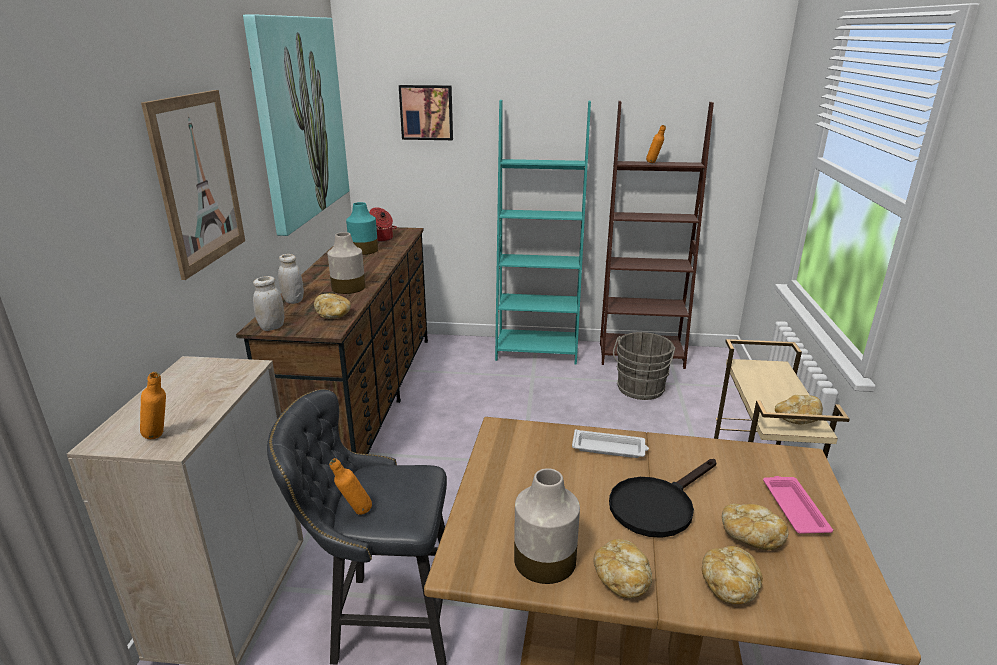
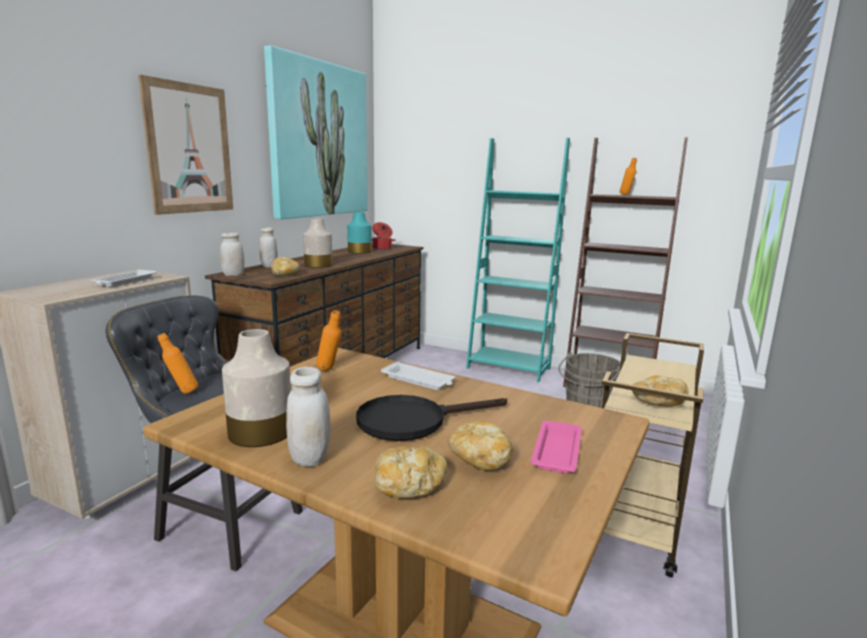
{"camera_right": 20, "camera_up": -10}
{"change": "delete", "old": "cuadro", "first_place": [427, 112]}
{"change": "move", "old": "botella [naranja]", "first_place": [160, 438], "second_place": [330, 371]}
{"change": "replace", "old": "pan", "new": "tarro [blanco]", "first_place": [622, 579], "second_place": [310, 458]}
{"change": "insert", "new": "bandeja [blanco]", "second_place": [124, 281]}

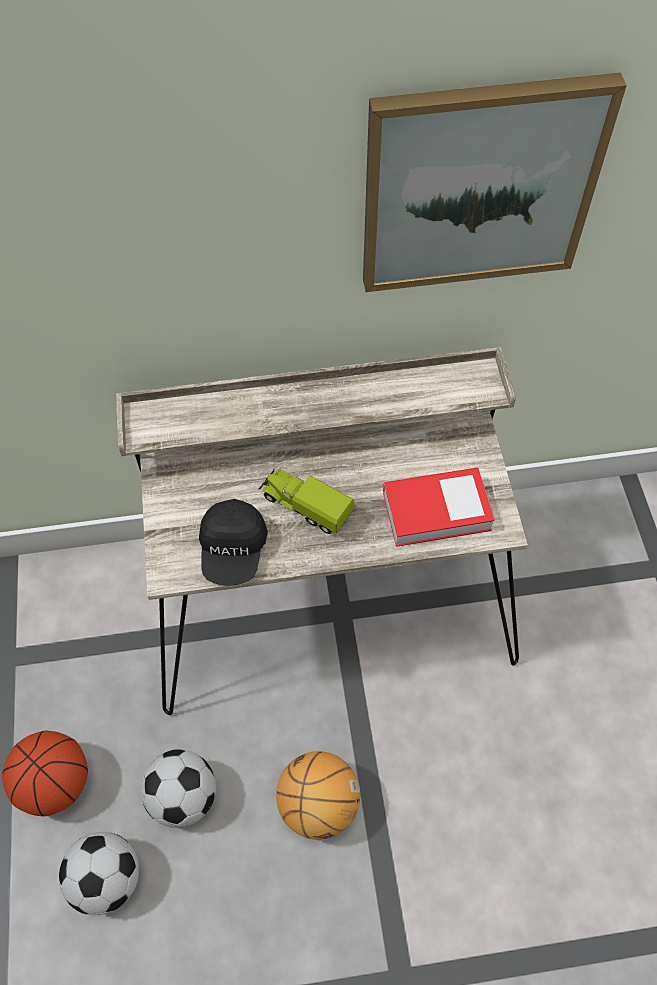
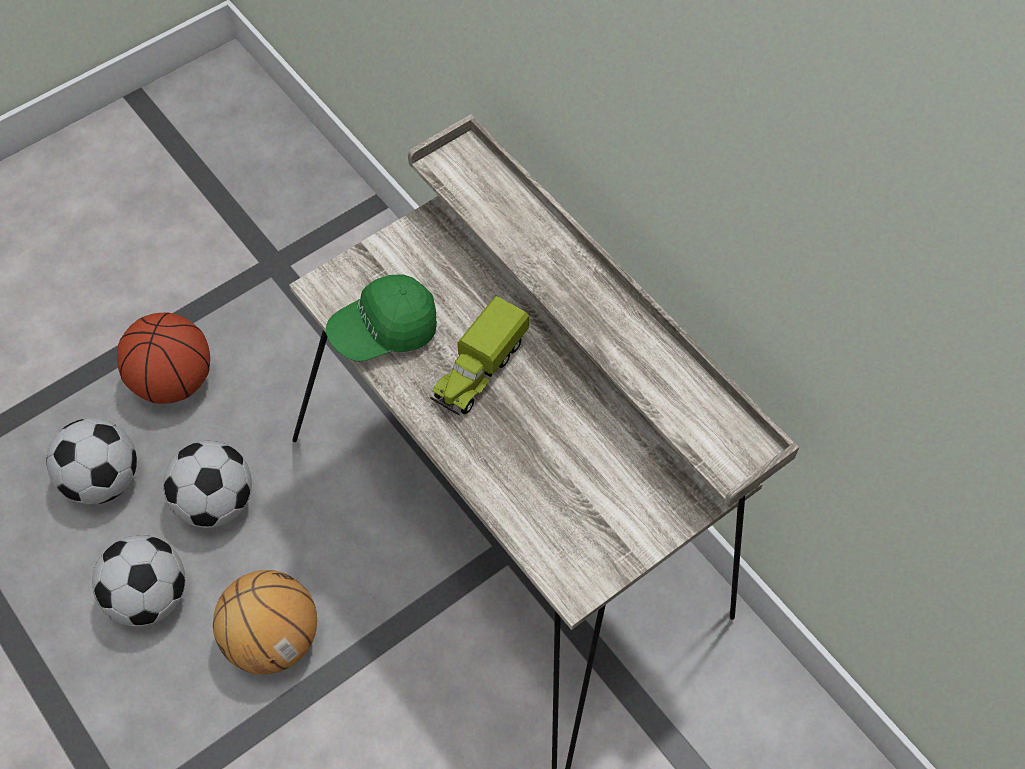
{"camera_right": 60, "camera_up": 0}
{"change": "delete", "old": "cuadro", "first_place": [479, 186]}
{"change": "delete", "old": "libro", "first_place": [436, 511]}
{"change": "rotate", "old": "camión de juguete", "first_place": [305, 506], "second_place": [479, 371], "degrees": -150}
{"change": "recolor", "old": "gorra [negro]", "new": "gorra [verde]", "first_place": [233, 550], "second_place": [384, 331]}
{"change": "insert", "new": "balón de fútbol", "second_place": [149, 596]}

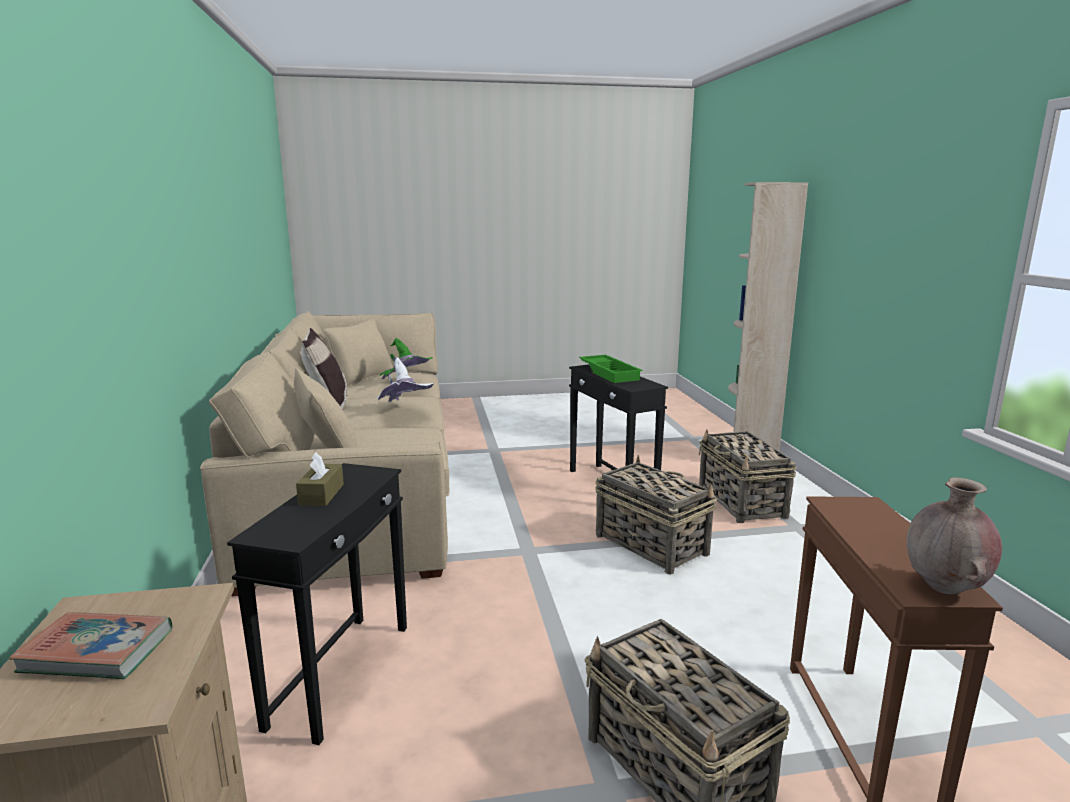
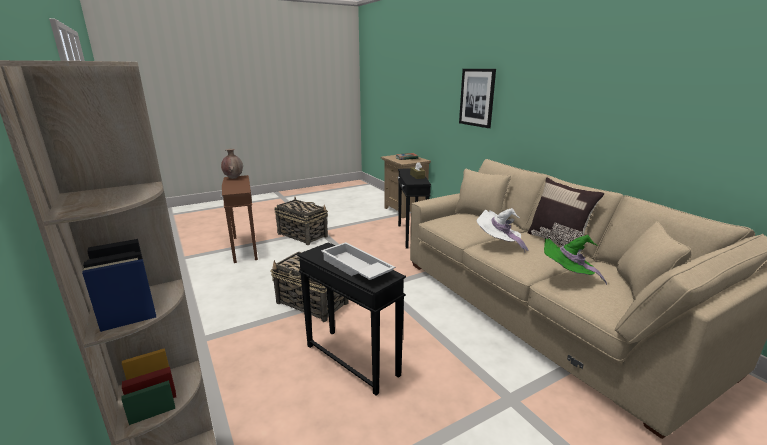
{"camera_right": 160, "camera_up": 5}
{"change": "recolor", "old": "bandeja [verde]", "new": "bandeja [blanco]", "first_place": [610, 373], "second_place": [355, 268]}
{"change": "delete", "old": "cesta", "first_place": [742, 502]}
{"change": "insert", "new": "cuadro", "second_place": [477, 97]}

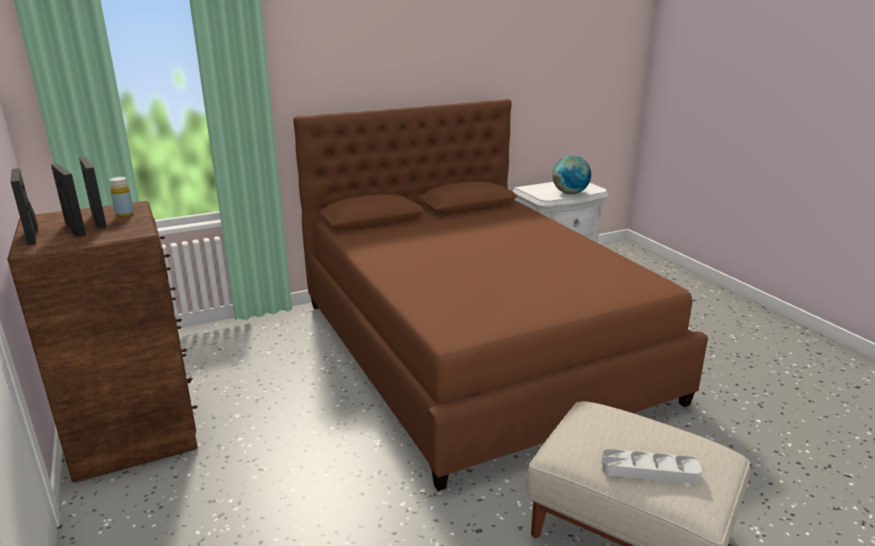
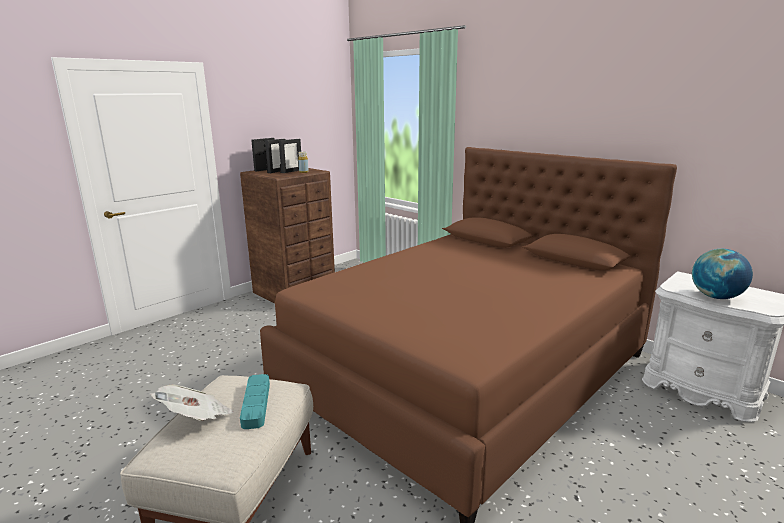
{"camera_right": 70, "camera_up": -5}
{"change": "replace", "old": "bandeja [gris]", "new": "periódico", "first_place": [649, 470], "second_place": [197, 418]}
{"change": "insert", "new": "bandeja [turquesa]", "second_place": [256, 404]}

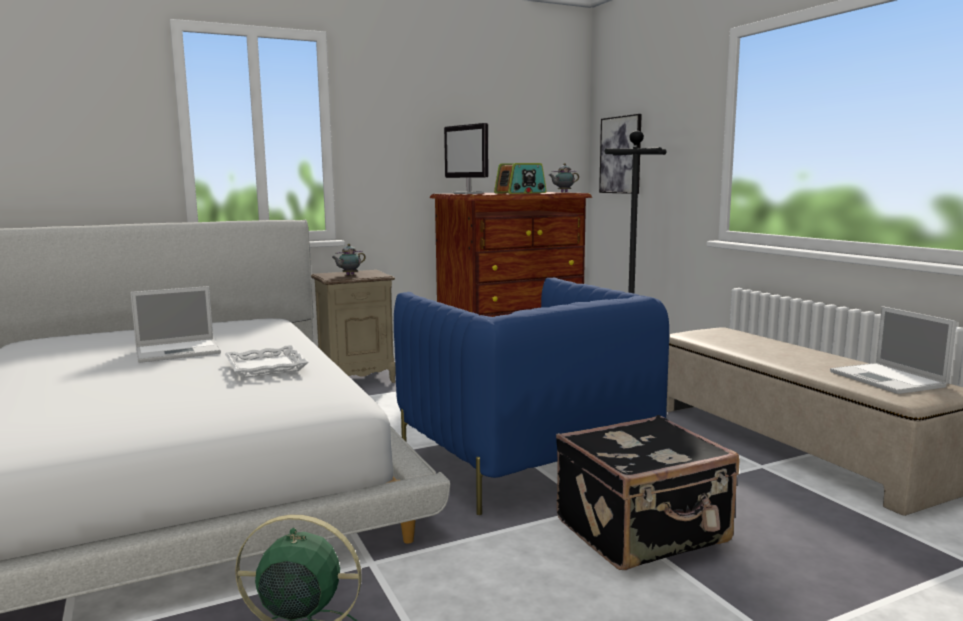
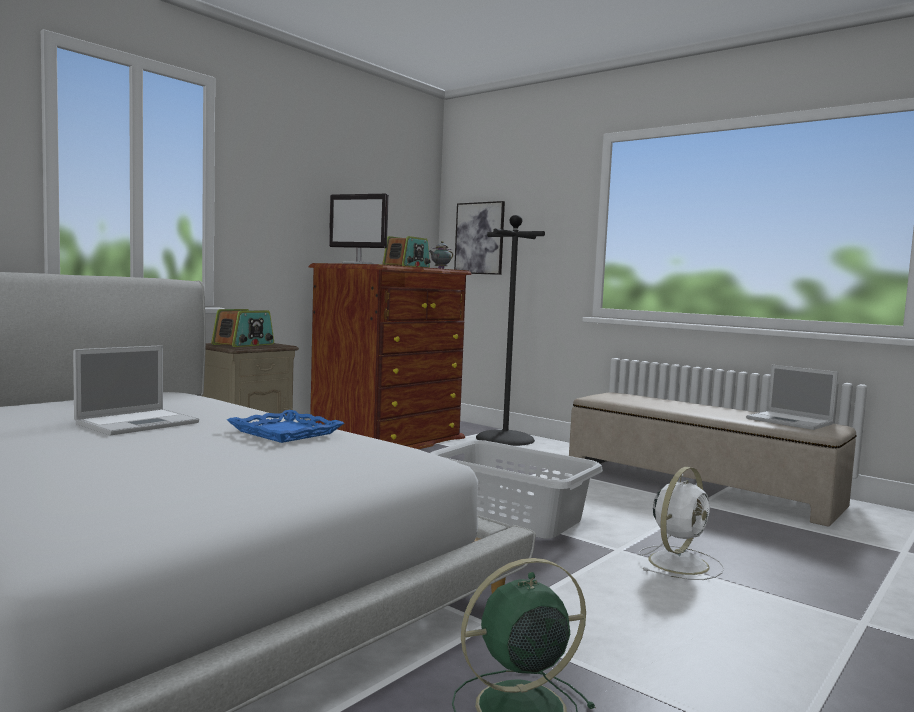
{"camera_right": -25, "camera_up": -5}
{"change": "replace", "old": "tetera", "new": "radio", "first_place": [349, 274], "second_place": [244, 344]}
{"change": "replace", "old": "sillón [azul]", "new": "cesto de la ropa [gris]", "first_place": [527, 457], "second_place": [511, 516]}
{"change": "recolor", "old": "bandeja [blanco]", "new": "bandeja [azul]", "first_place": [267, 367], "second_place": [286, 432]}
{"change": "replace", "old": "maleta [negro]", "new": "ventilador [blanco]", "first_place": [643, 532], "second_place": [679, 562]}

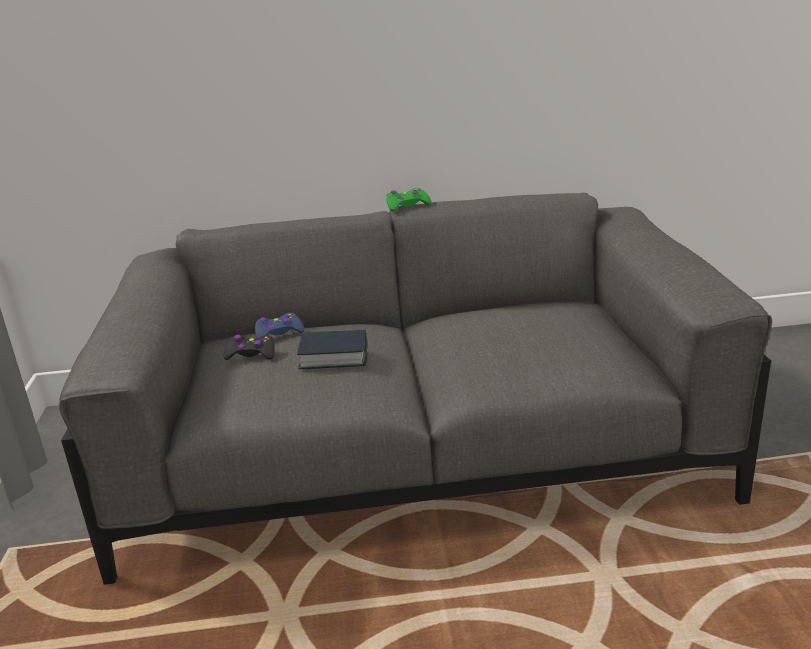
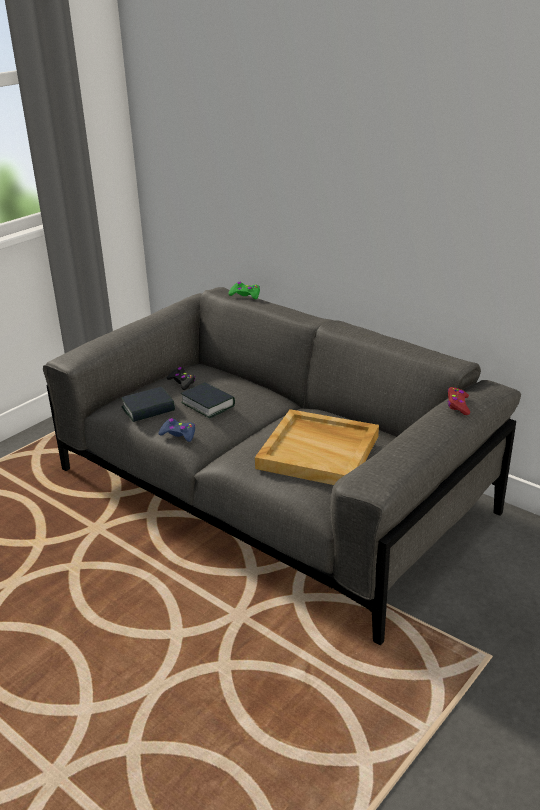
{"camera_right": 45, "camera_up": 5}
{"change": "move", "old": "mando de consola [verde]", "first_place": [407, 205], "second_place": [245, 295]}
{"change": "move", "old": "mando de consola [azul]", "first_place": [278, 333], "second_place": [178, 434]}
{"change": "insert", "new": "libro", "second_place": [148, 409]}
{"change": "insert", "new": "mando de consola [rojo]", "second_place": [458, 405]}
{"change": "insert", "new": "bandeja [beis]", "second_place": [319, 451]}

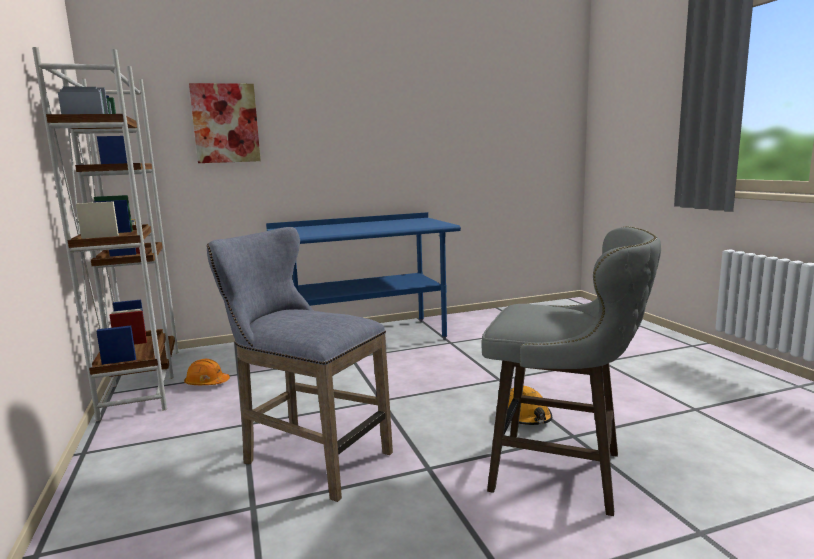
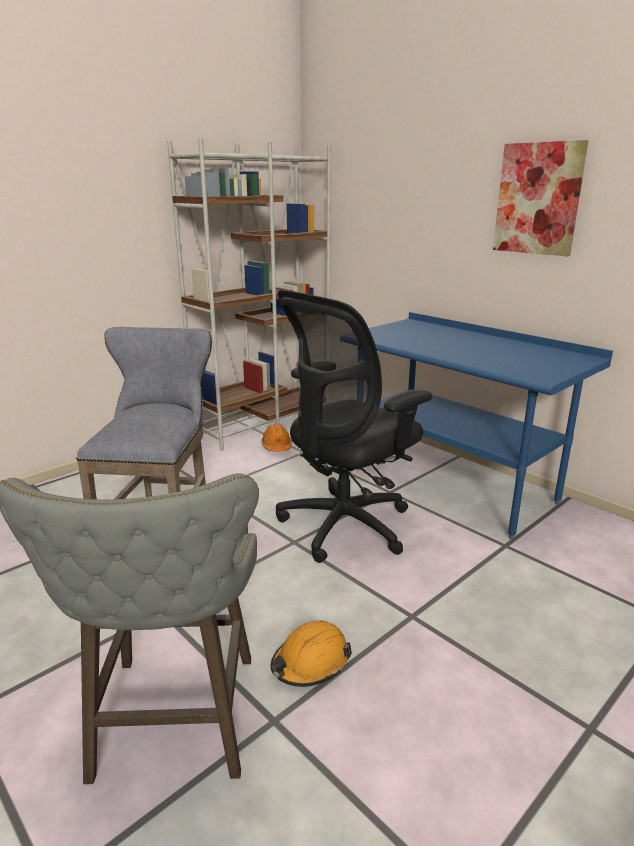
{"camera_right": 65, "camera_up": 10}
{"change": "move", "old": "cuadro", "first_place": [225, 123], "second_place": [538, 199]}
{"change": "insert", "new": "silla de oficina [negro]", "second_place": [349, 521]}

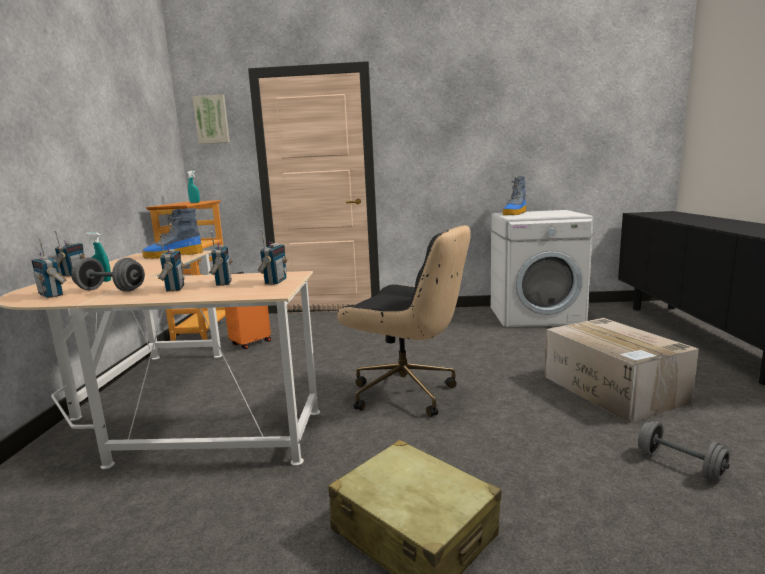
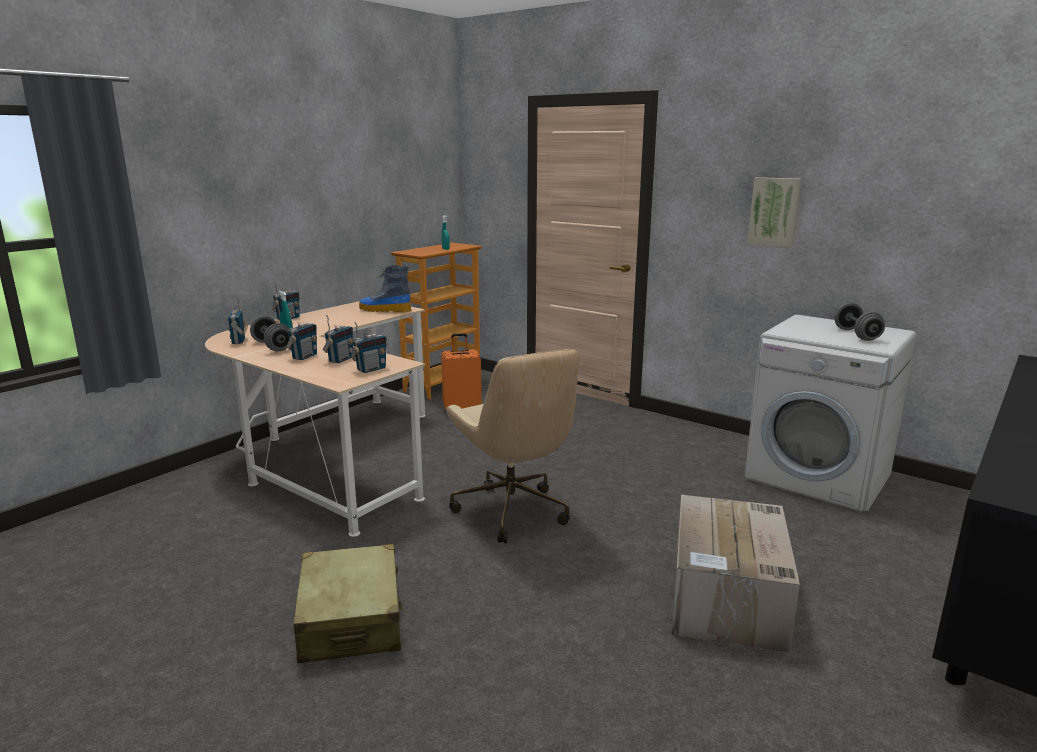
{"camera_right": 35, "camera_up": 5}
{"change": "move", "old": "cuadro", "first_place": [212, 119], "second_place": [774, 211]}
{"change": "delete", "old": "bota", "first_place": [515, 213]}
{"change": "recolor", "old": "silla de oficina [negro]", "new": "silla de oficina [beis]", "first_place": [407, 395], "second_place": [512, 514]}
{"change": "move", "old": "mancuerna [gris]", "first_place": [679, 465], "second_place": [856, 335]}

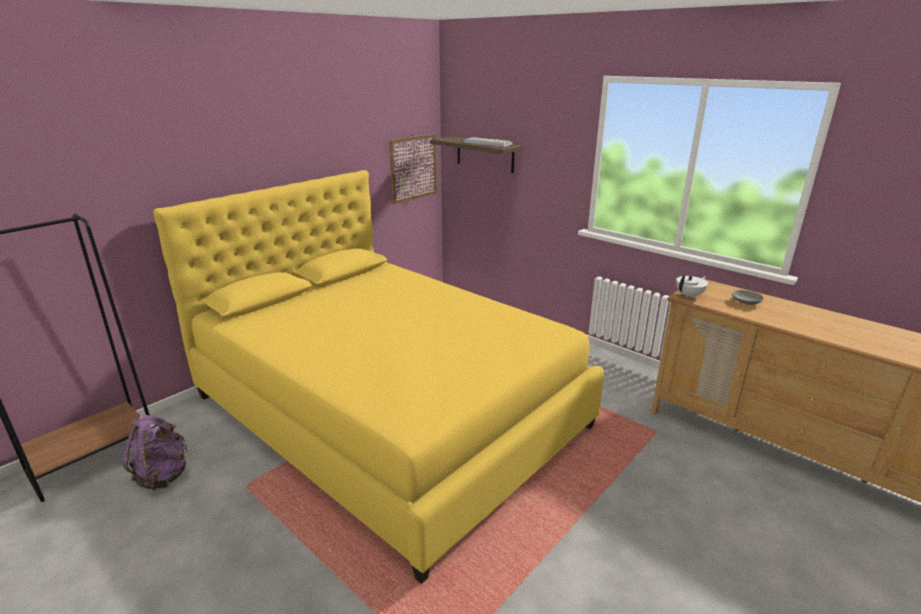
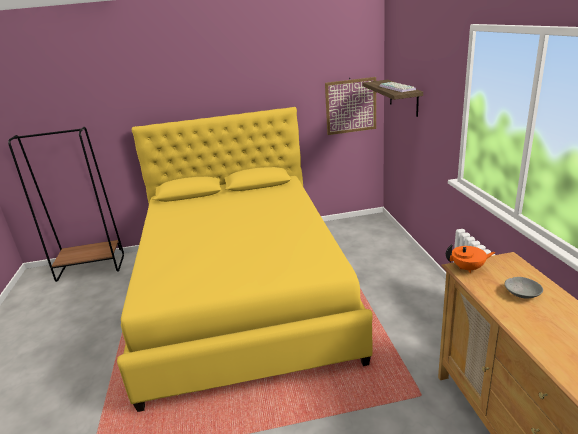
{"camera_right": 40, "camera_up": 0}
{"change": "recolor", "old": "tetera [blanco]", "new": "tetera [naranja]", "first_place": [689, 295], "second_place": [468, 268]}
{"change": "delete", "old": "mochila [morado]", "first_place": [163, 475]}

